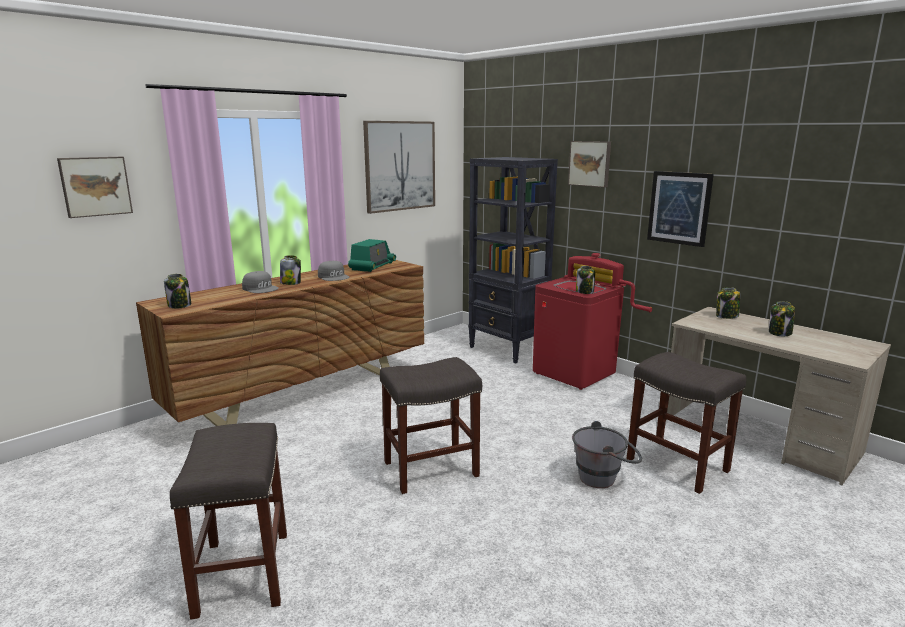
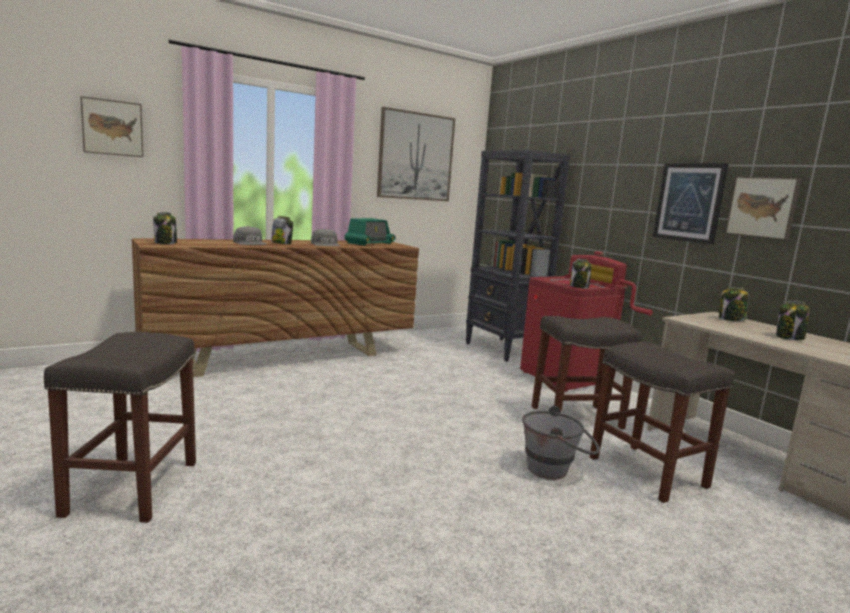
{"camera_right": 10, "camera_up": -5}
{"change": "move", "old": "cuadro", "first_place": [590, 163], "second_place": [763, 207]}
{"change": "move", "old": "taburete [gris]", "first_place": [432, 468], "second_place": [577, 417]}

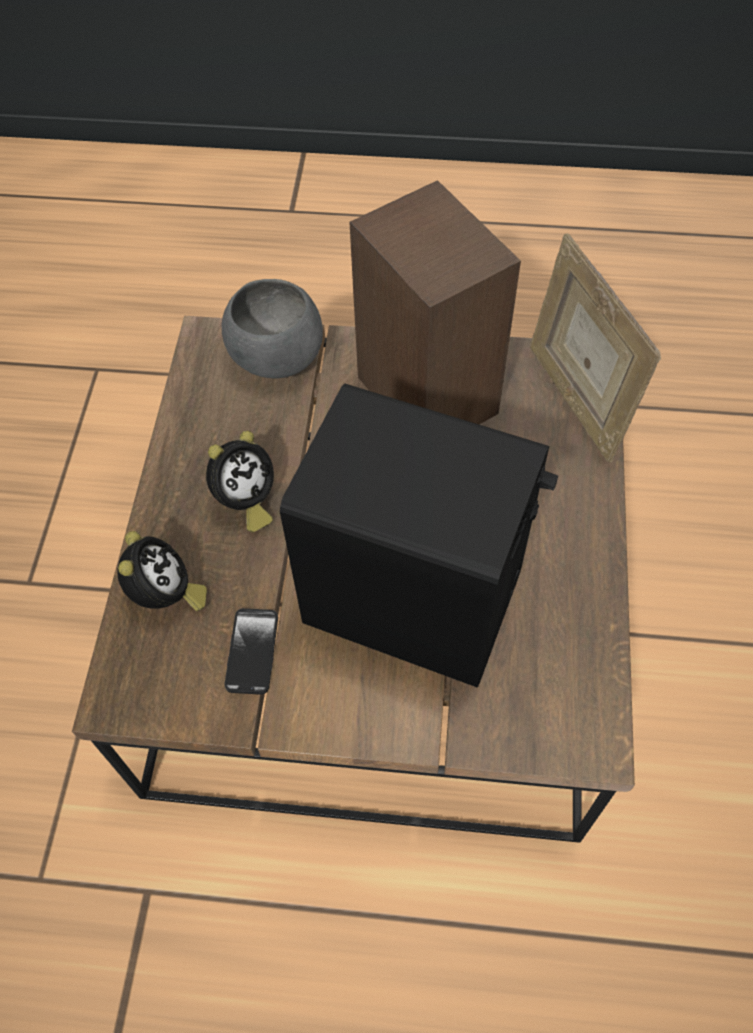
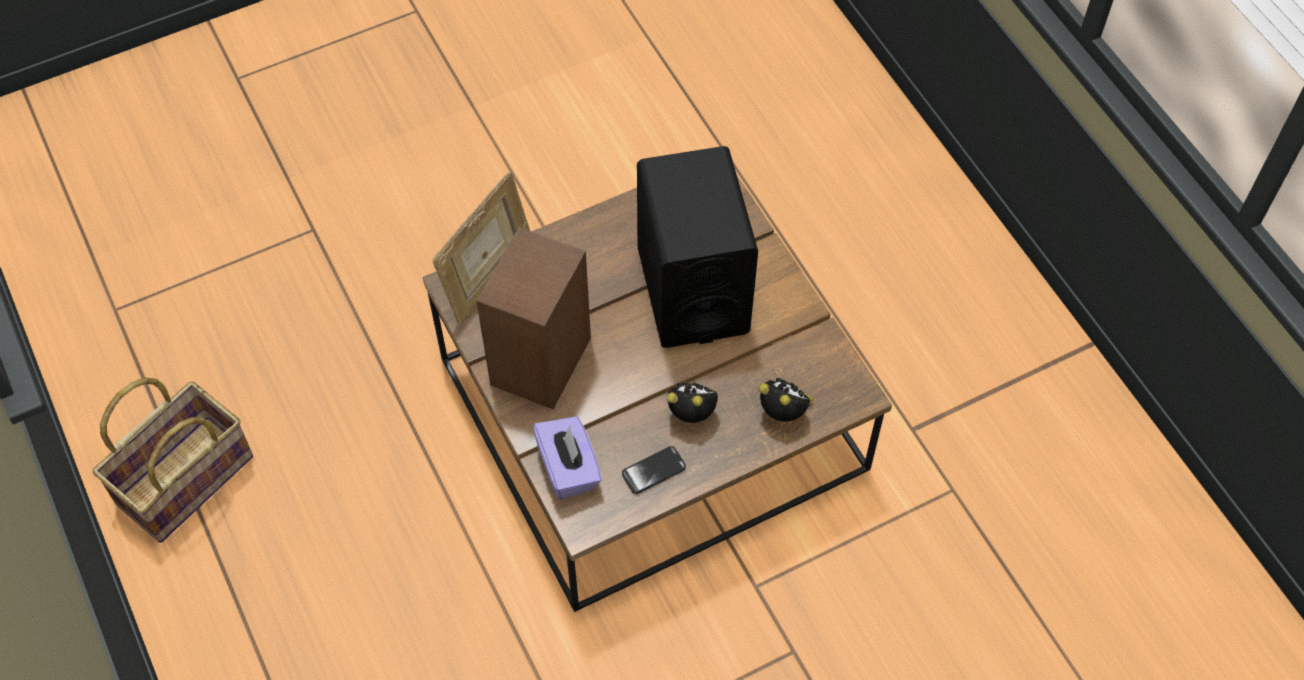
{"camera_right": -125, "camera_up": 0}
{"change": "replace", "old": "cuenco [gris]", "new": "caja de pañuelos [morado]", "first_place": [277, 356], "second_place": [568, 469]}
{"change": "rotate", "old": "despertador", "first_place": [166, 596], "second_place": [785, 413], "degrees": 75}
{"change": "move", "old": "móvil", "first_place": [252, 651], "second_place": [653, 471]}
{"change": "insert", "new": "cesta", "second_place": [184, 478]}

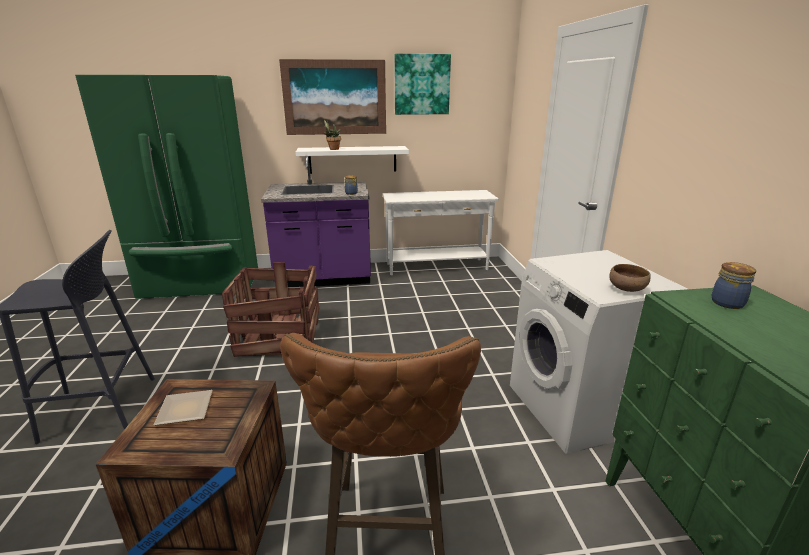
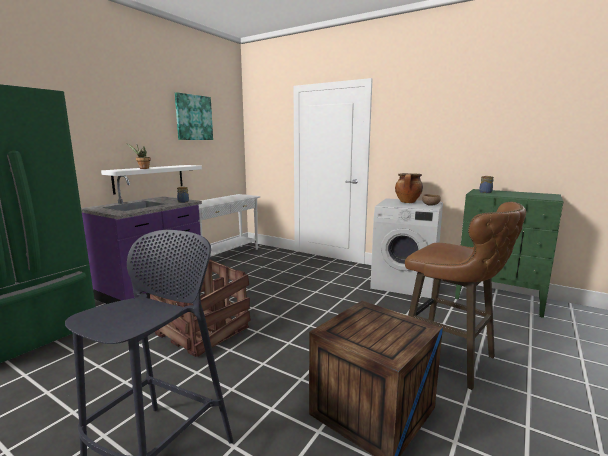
{"camera_right": -50, "camera_up": -10}
{"change": "delete", "old": "cuadro", "first_place": [335, 98]}
{"change": "delete", "old": "plato", "first_place": [183, 411]}
{"change": "insert", "new": "olla", "second_place": [408, 202]}

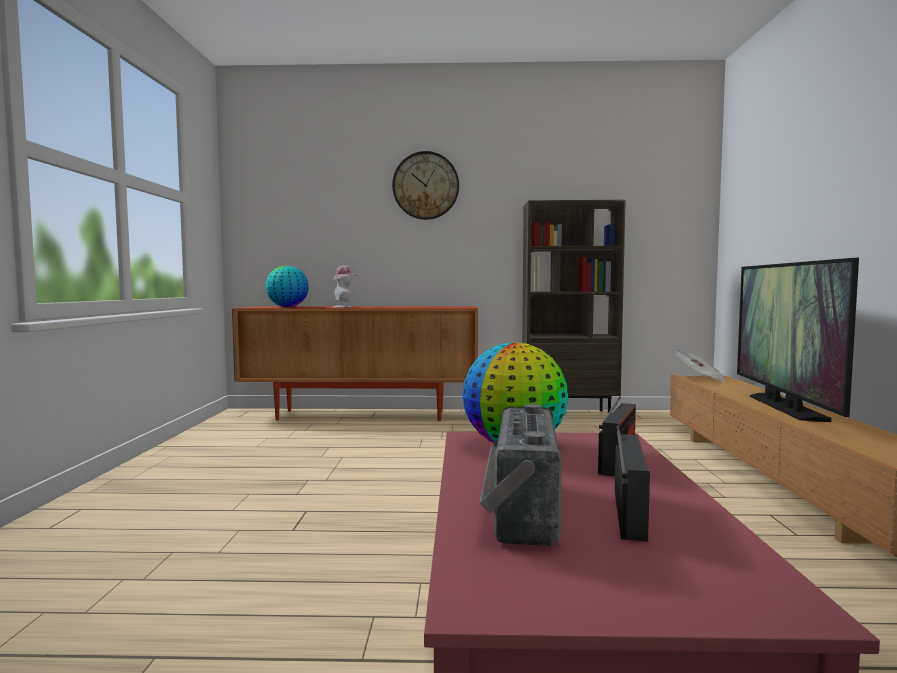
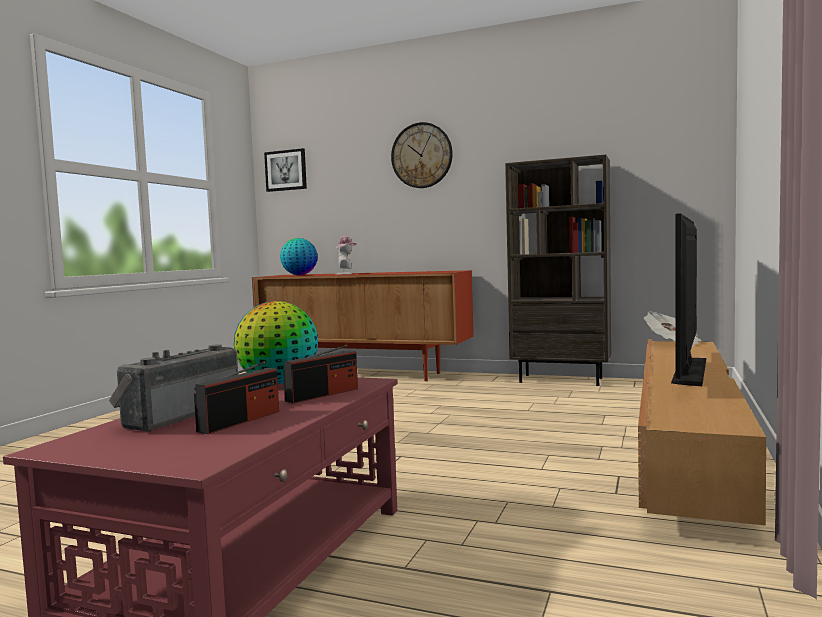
{"camera_right": 20, "camera_up": 0}
{"change": "insert", "new": "cuadro", "second_place": [286, 170]}

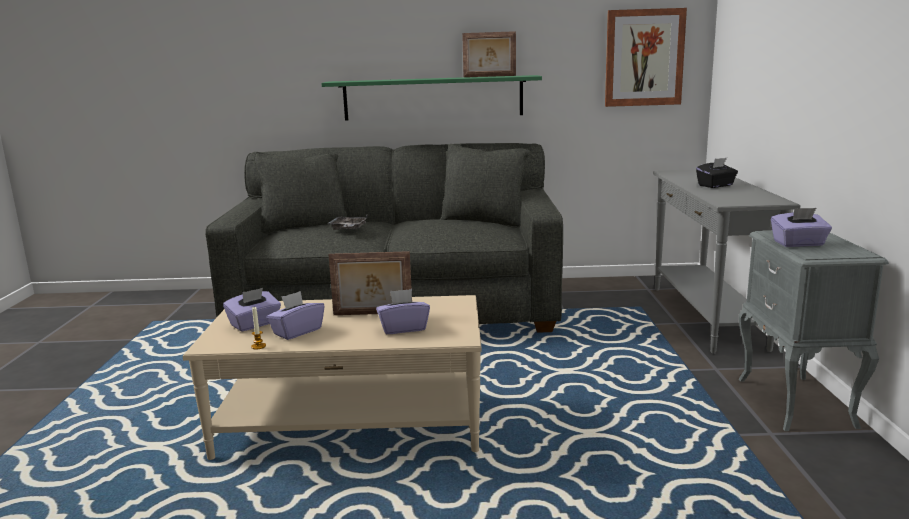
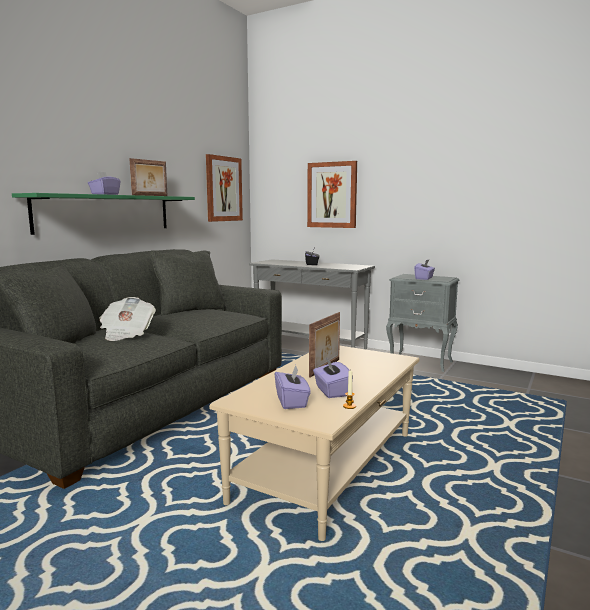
{"camera_right": -60, "camera_up": -5}
{"change": "replace", "old": "bandeja [gris]", "new": "periódico", "first_place": [348, 229], "second_place": [126, 333]}
{"change": "move", "old": "caja de pañuelos [morado]", "first_place": [403, 328], "second_place": [105, 194]}
{"change": "insert", "new": "cuadro", "second_place": [332, 195]}

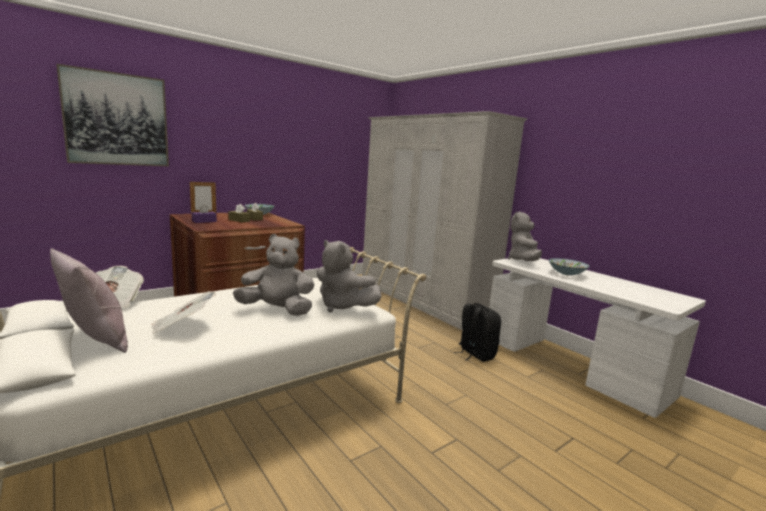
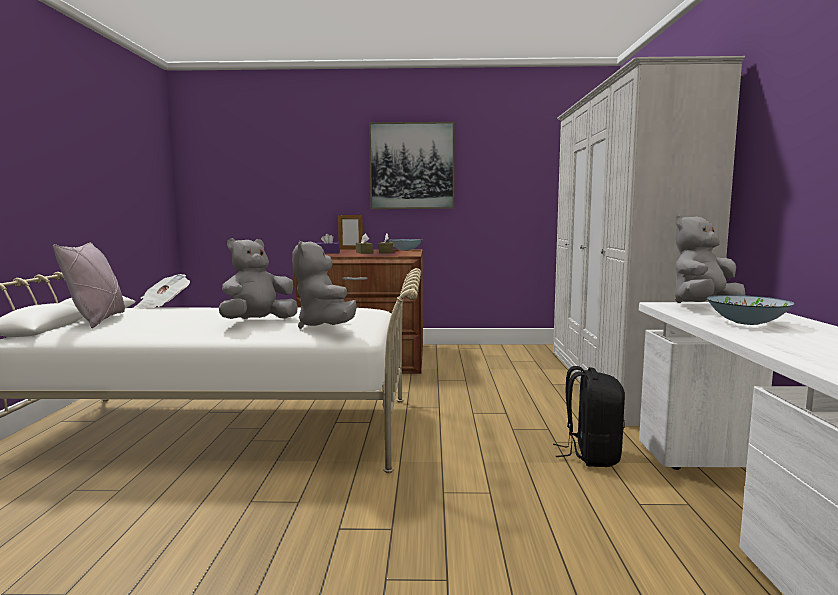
{"camera_right": 40, "camera_up": -5}
{"change": "move", "old": "cuadro", "first_place": [117, 119], "second_place": [412, 166]}
{"change": "rotate", "old": "peluche [gris]", "first_place": [277, 310], "second_place": [258, 321], "degrees": -90}
{"change": "delete", "old": "periódico", "first_place": [182, 327]}

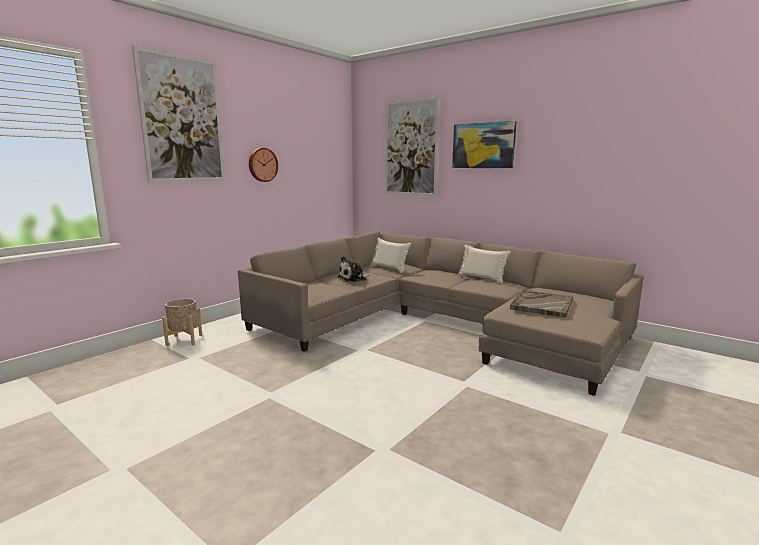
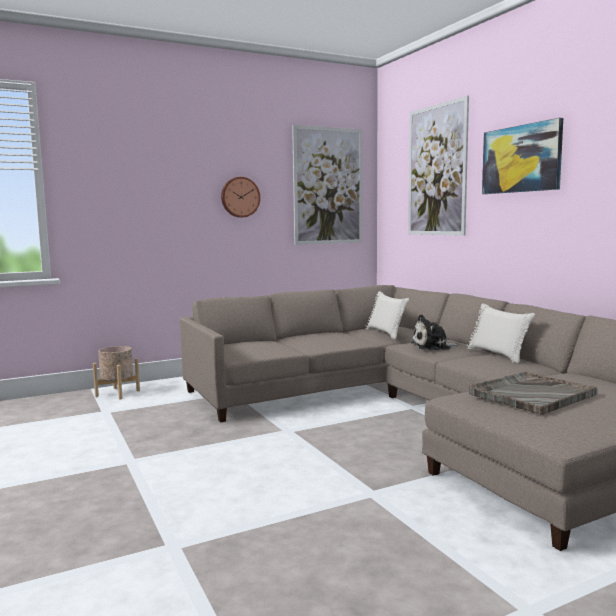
{"camera_right": 25, "camera_up": -5}
{"change": "move", "old": "cuadro", "first_place": [182, 119], "second_place": [328, 186]}
{"change": "move", "old": "peluche", "first_place": [353, 278], "second_place": [433, 346]}

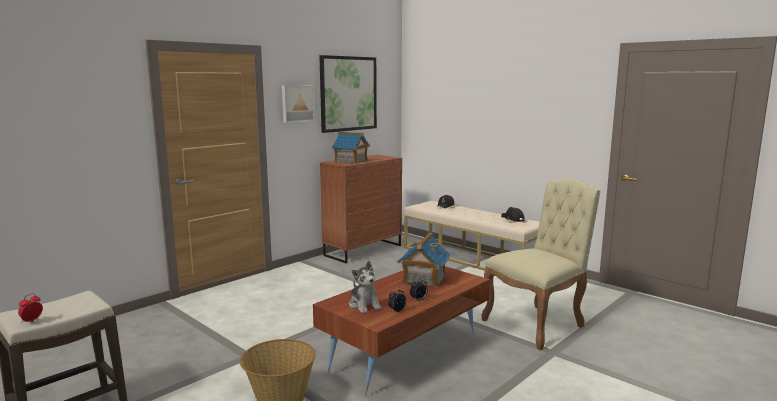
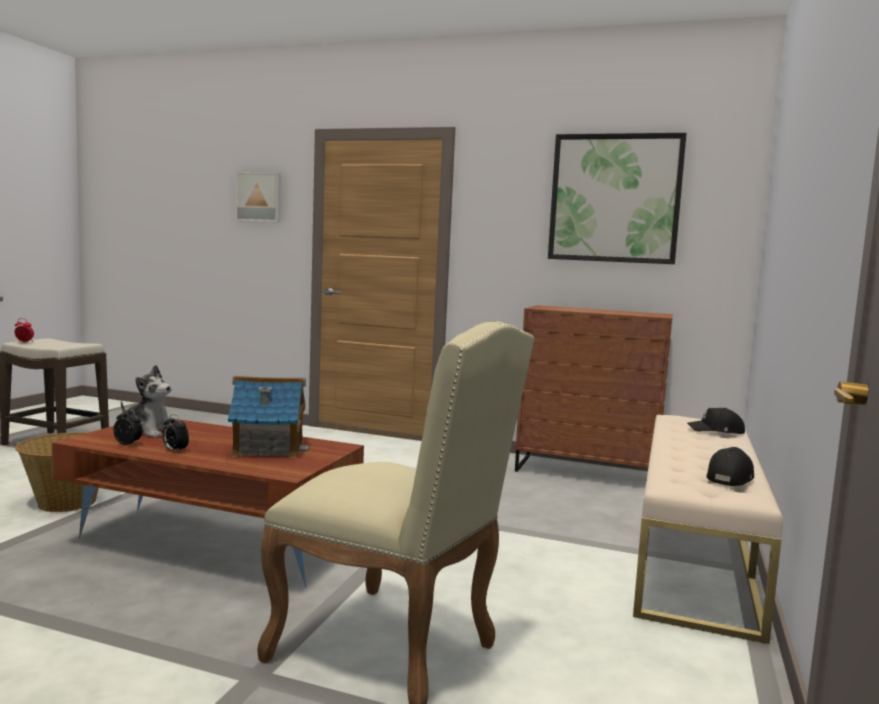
{"camera_right": 65, "camera_up": -5}
{"change": "move", "old": "cuadro", "first_place": [297, 103], "second_place": [259, 197]}
{"change": "delete", "old": "casita", "first_place": [351, 161]}
{"change": "rotate", "old": "peluche", "first_place": [364, 305], "second_place": [148, 431], "degrees": -105}

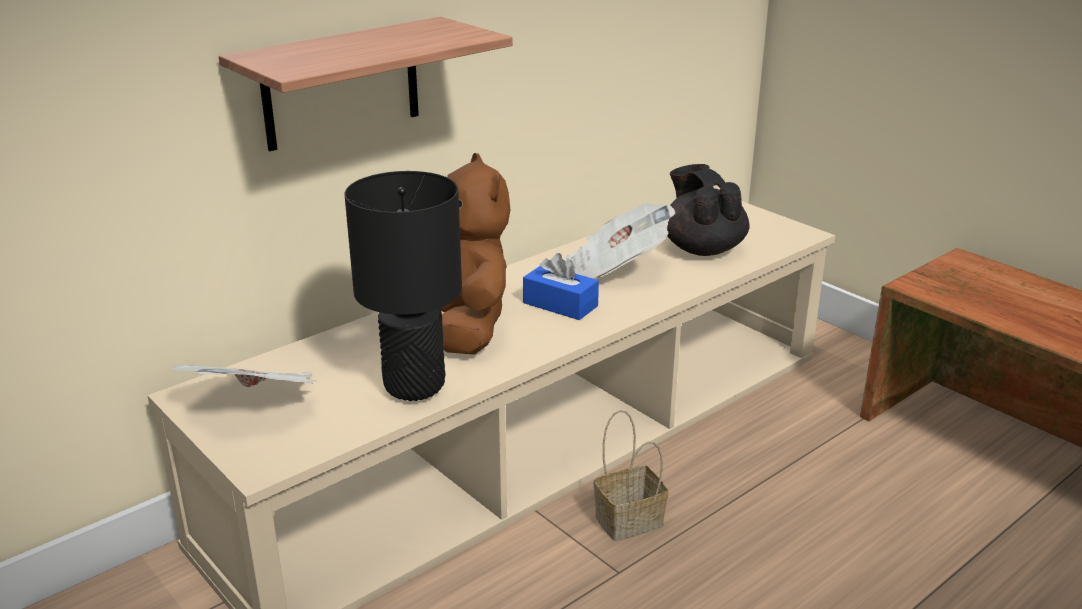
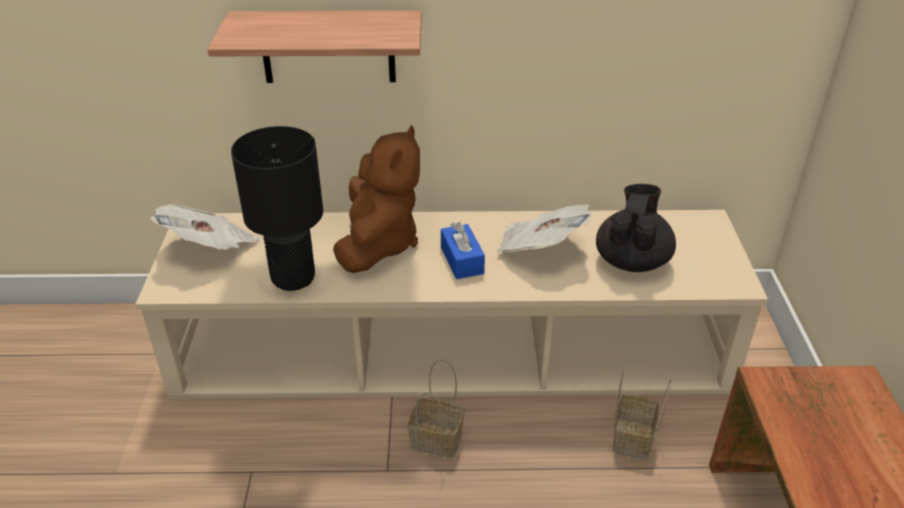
{"camera_right": 40, "camera_up": 10}
{"change": "insert", "new": "cesta", "second_place": [633, 440]}

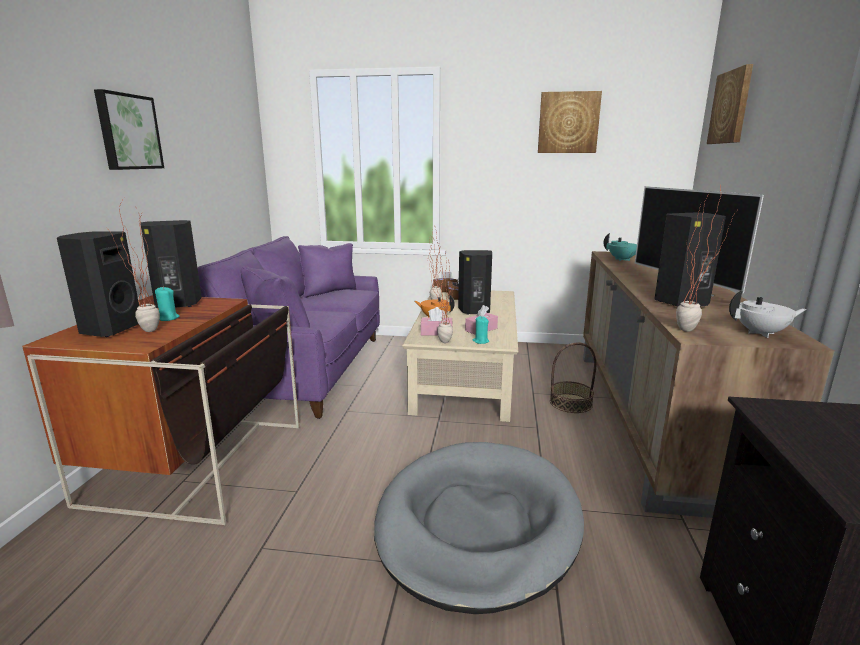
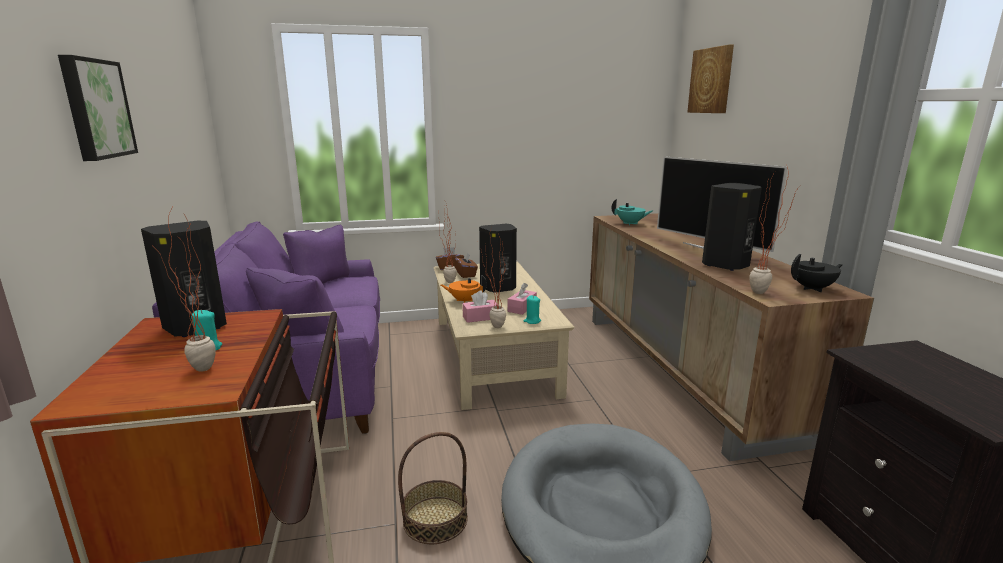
{"camera_right": -20, "camera_up": 0}
{"change": "delete", "old": "cuadro", "first_place": [568, 123]}
{"change": "delete", "old": "altavoz [negro]", "first_place": [109, 329]}
{"change": "recolor", "old": "tetera [blanco]", "new": "tetera [negro]", "first_place": [761, 333], "second_place": [812, 288]}
{"change": "move", "old": "cesta", "first_place": [570, 403], "second_place": [435, 519]}

